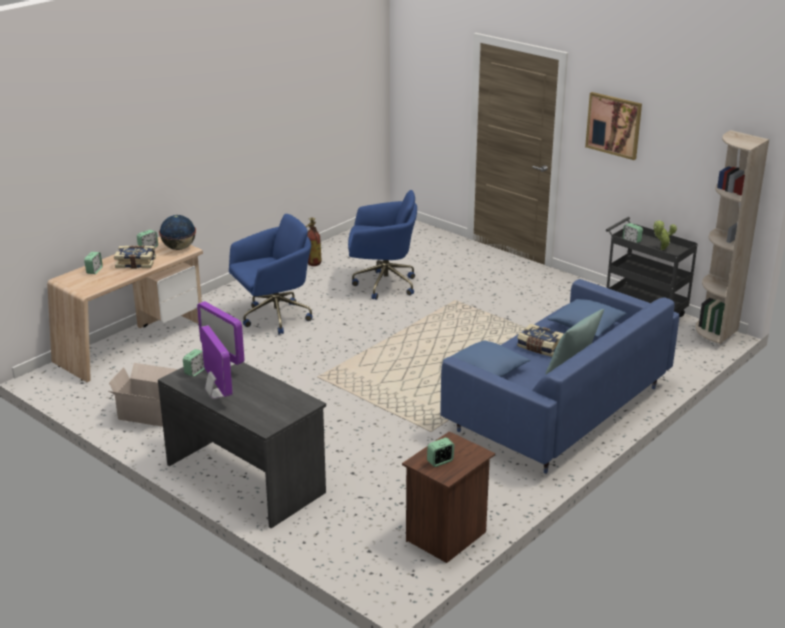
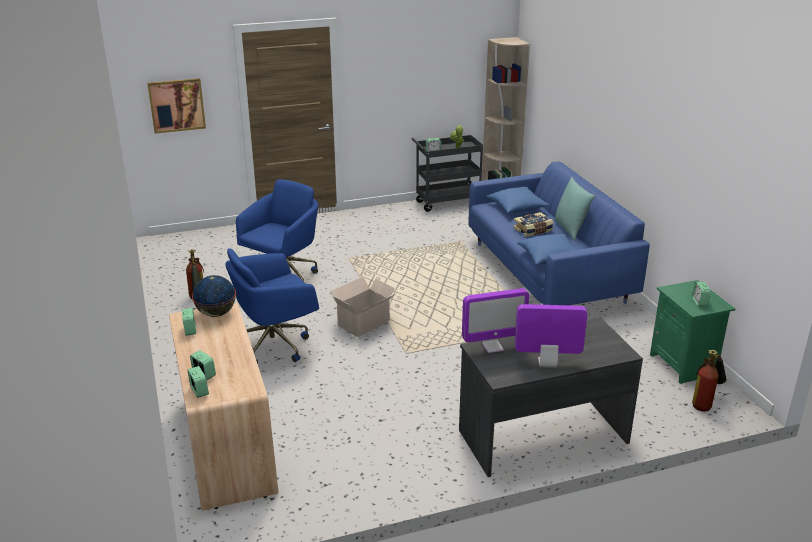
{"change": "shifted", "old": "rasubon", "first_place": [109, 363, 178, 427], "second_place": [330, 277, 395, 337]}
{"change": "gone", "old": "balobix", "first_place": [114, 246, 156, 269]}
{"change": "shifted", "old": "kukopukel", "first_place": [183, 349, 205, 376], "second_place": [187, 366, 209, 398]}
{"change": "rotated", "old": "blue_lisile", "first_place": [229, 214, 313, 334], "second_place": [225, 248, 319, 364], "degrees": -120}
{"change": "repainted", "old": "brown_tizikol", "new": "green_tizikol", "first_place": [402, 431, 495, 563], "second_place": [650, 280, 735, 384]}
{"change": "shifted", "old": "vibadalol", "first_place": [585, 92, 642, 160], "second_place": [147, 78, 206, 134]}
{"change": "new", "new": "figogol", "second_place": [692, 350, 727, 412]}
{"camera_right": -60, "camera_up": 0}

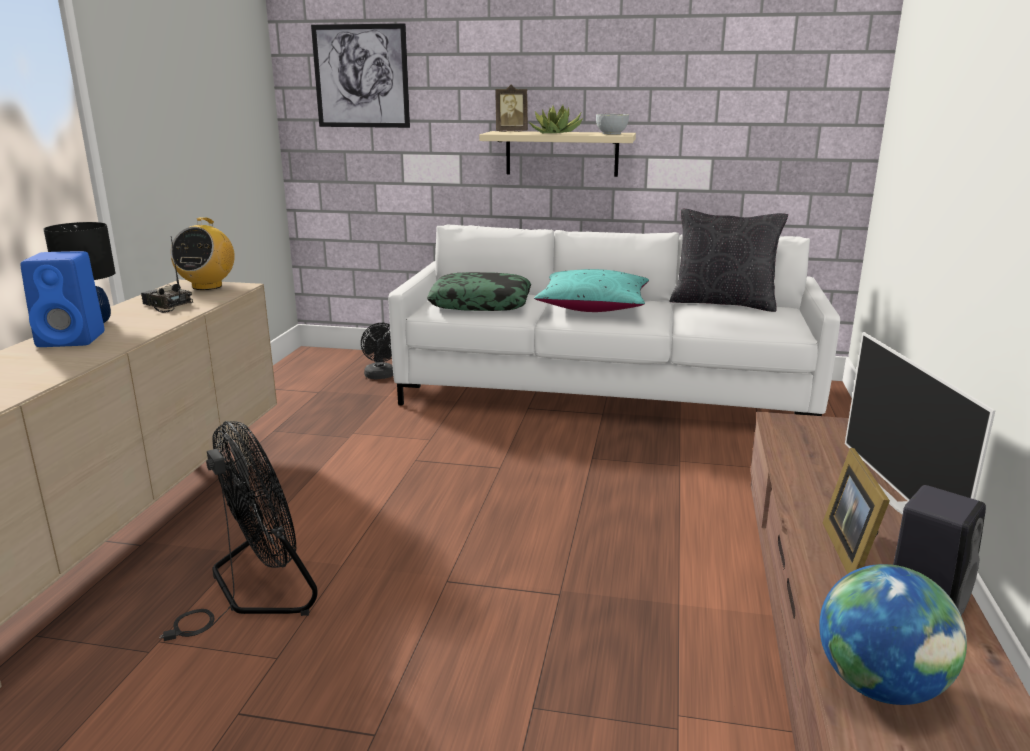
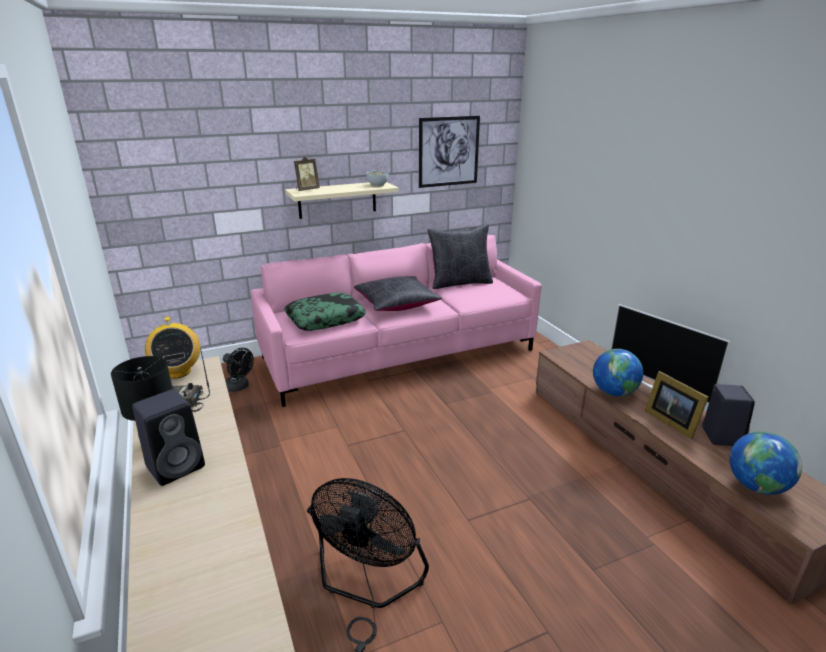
{"change": "repainted", "old": "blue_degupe", "new": "black_degupe", "first_place": [21, 251, 105, 347], "second_place": [132, 389, 205, 486]}
{"change": "shifted", "old": "vibadalol", "first_place": [311, 23, 410, 128], "second_place": [419, 116, 480, 188]}
{"change": "repainted", "old": "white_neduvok", "new": "pink_neduvok", "first_place": [388, 225, 840, 416], "second_place": [251, 235, 542, 407]}
{"change": "gone", "old": "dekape", "first_place": [528, 105, 583, 133]}
{"change": "repainted", "old": "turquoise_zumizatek", "new": "black_zumizatek", "first_place": [534, 269, 649, 312], "second_place": [354, 276, 442, 311]}
{"change": "new", "new": "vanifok", "second_place": [593, 349, 643, 396]}
{"camera_right": -35, "camera_up": 5}

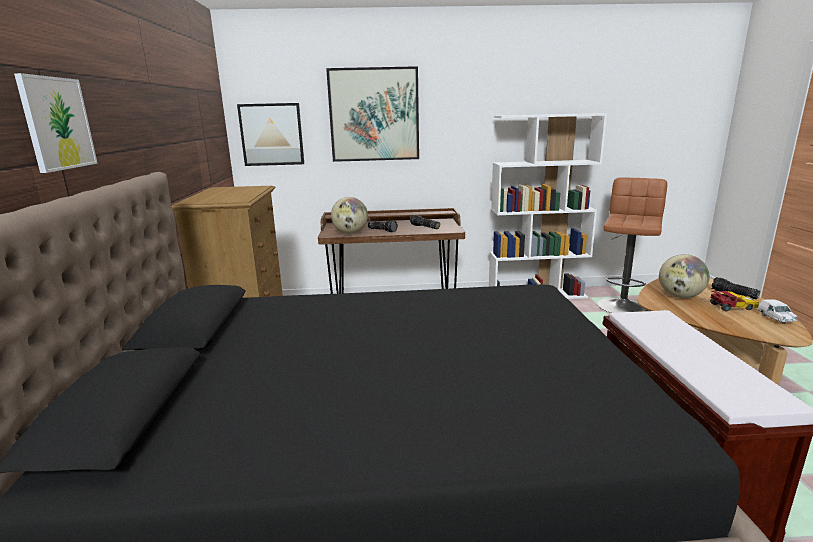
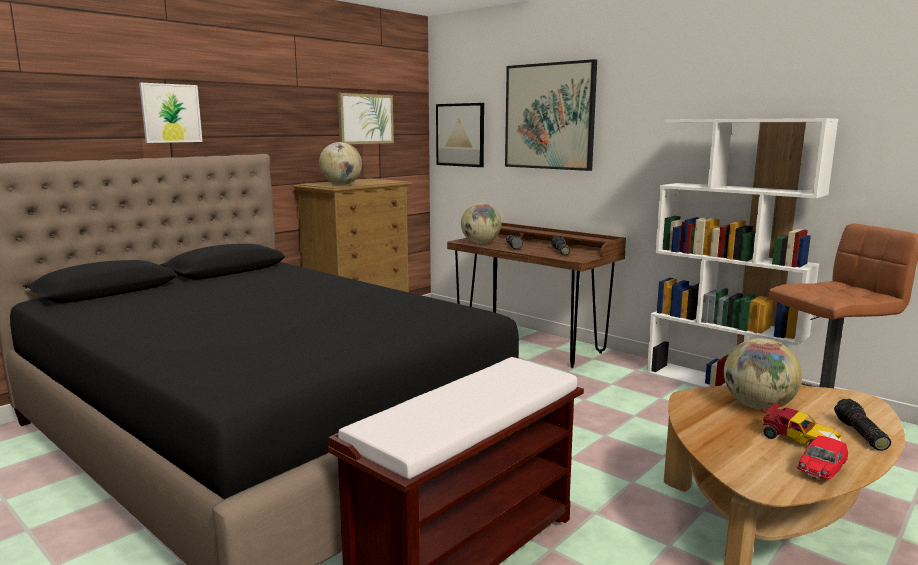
{"change": "repainted", "old": "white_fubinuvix", "new": "red_fubinuvix", "first_place": [758, 299, 797, 324], "second_place": [797, 436, 848, 479]}
{"change": "new", "new": "vanifok", "second_place": [319, 142, 362, 185]}
{"change": "new", "new": "vibadalol", "second_place": [338, 93, 394, 144]}
{"camera_right": 45, "camera_up": -5}

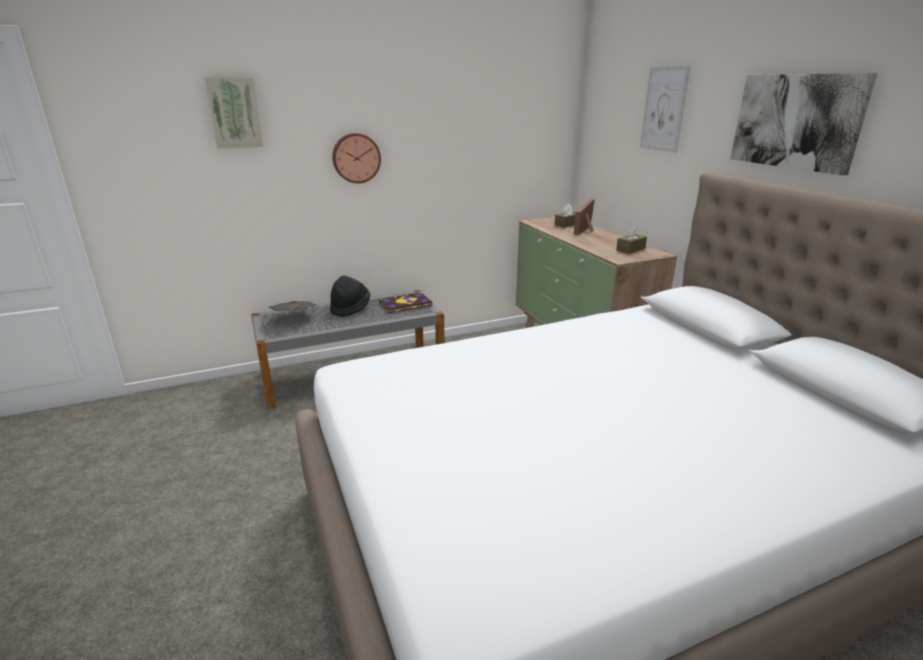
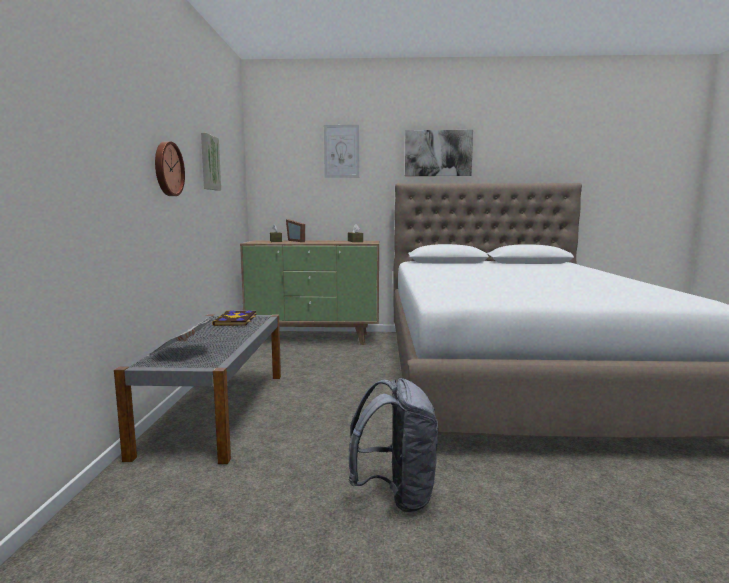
{"change": "shifted", "old": "vibadalol", "first_place": [205, 77, 263, 149], "second_place": [201, 133, 221, 190]}
{"change": "gone", "old": "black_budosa", "first_place": [330, 276, 370, 317]}
{"change": "new", "new": "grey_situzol", "second_place": [349, 378, 438, 513]}
{"camera_right": -65, "camera_up": -15}

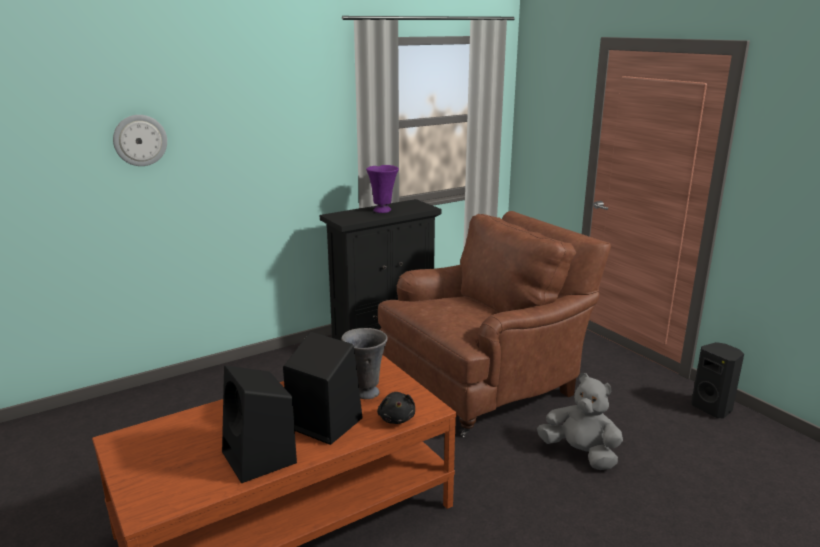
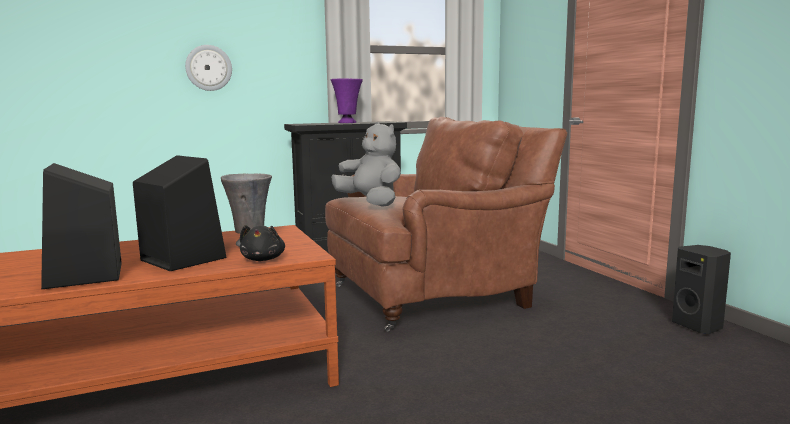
{"change": "shifted", "old": "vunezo", "first_place": [113, 115, 167, 166], "second_place": [185, 45, 232, 91]}
{"change": "shifted", "old": "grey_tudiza", "first_place": [537, 373, 623, 470], "second_place": [331, 122, 401, 207]}
{"camera_right": 10, "camera_up": -10}

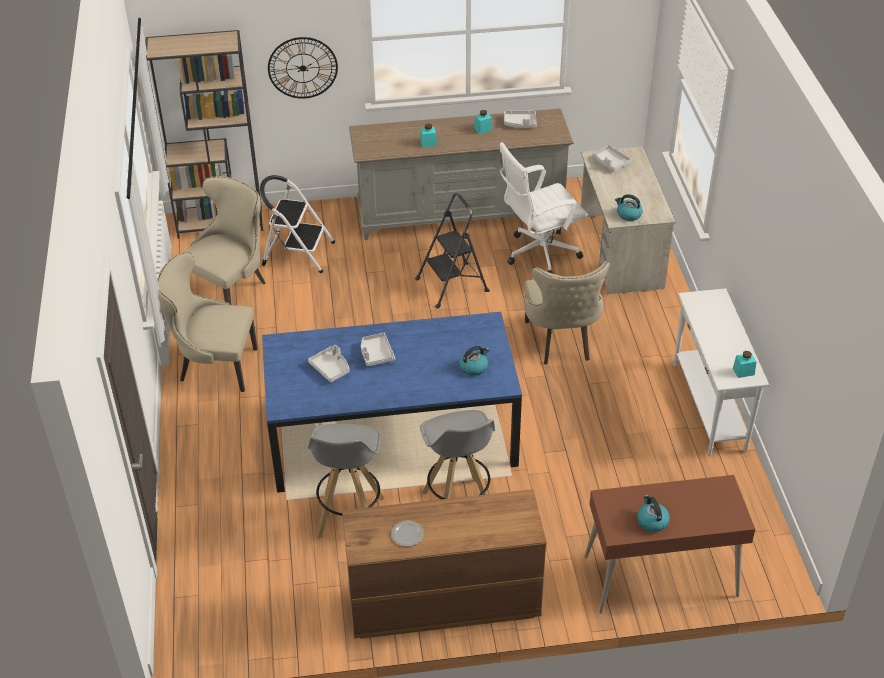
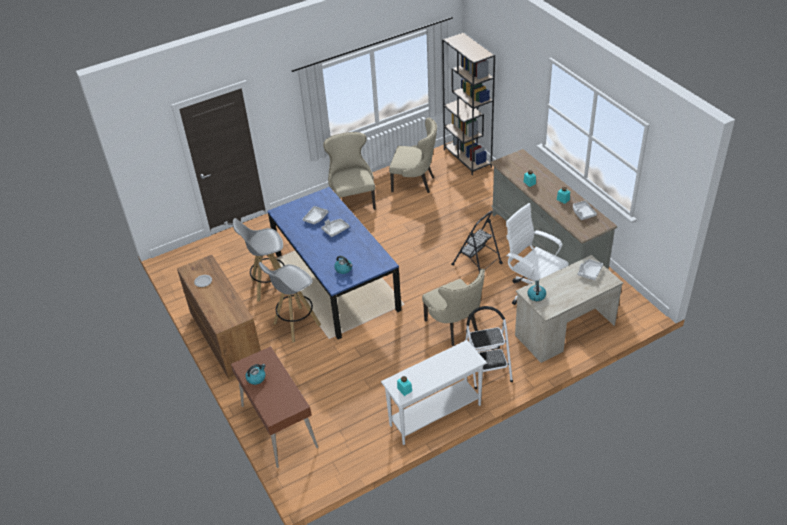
{"change": "shifted", "old": "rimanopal", "first_place": [260, 175, 335, 273], "second_place": [465, 306, 513, 389]}
{"change": "gone", "old": "vunezo", "first_place": [268, 37, 338, 99]}
{"change": "rotated", "old": "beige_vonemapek", "first_place": [524, 261, 610, 365], "second_place": [422, 269, 485, 346], "degrees": -90}
{"camera_right": 70, "camera_up": 0}

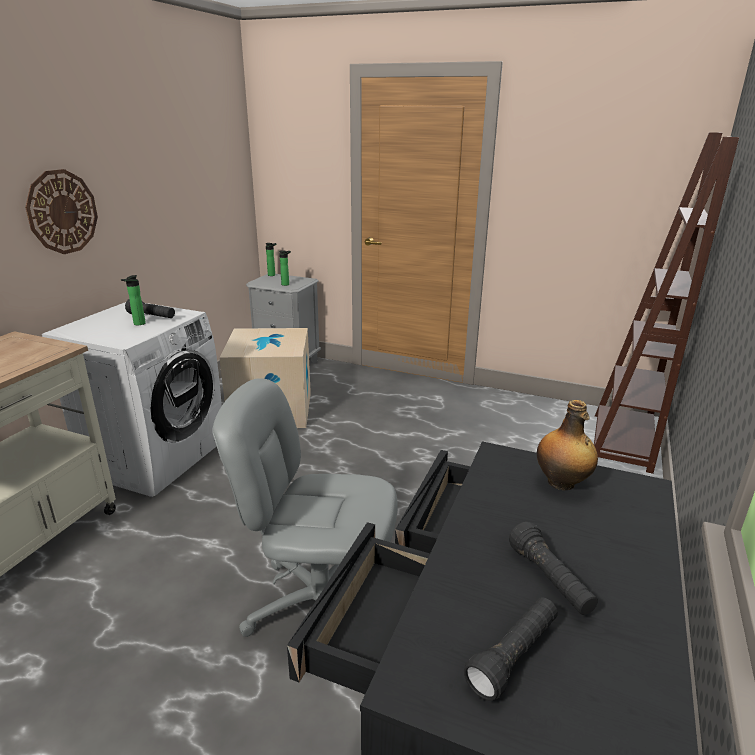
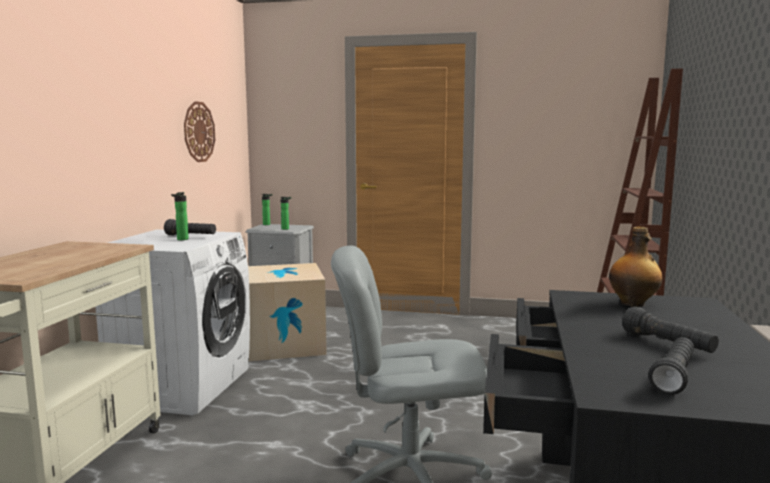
{"change": "shifted", "old": "vunezo", "first_place": [25, 169, 98, 254], "second_place": [184, 101, 215, 162]}
{"camera_right": -10, "camera_up": -15}

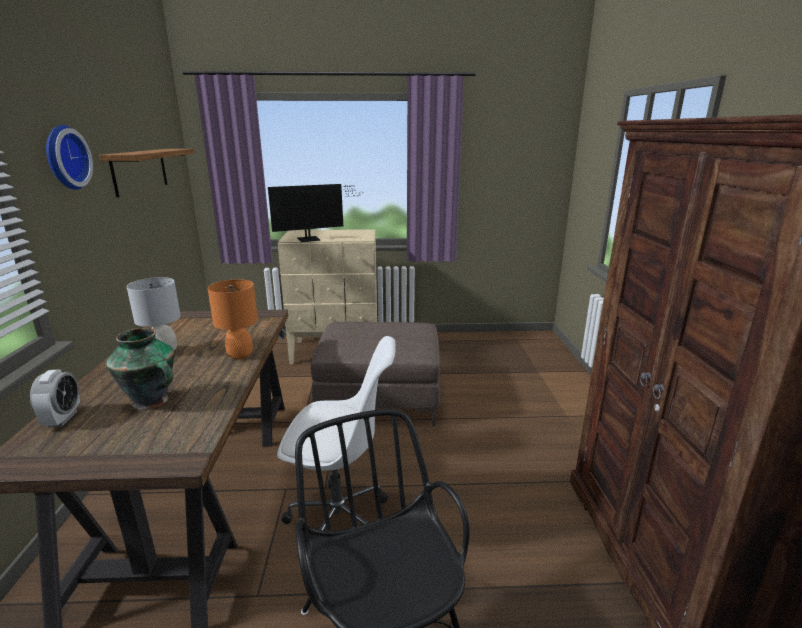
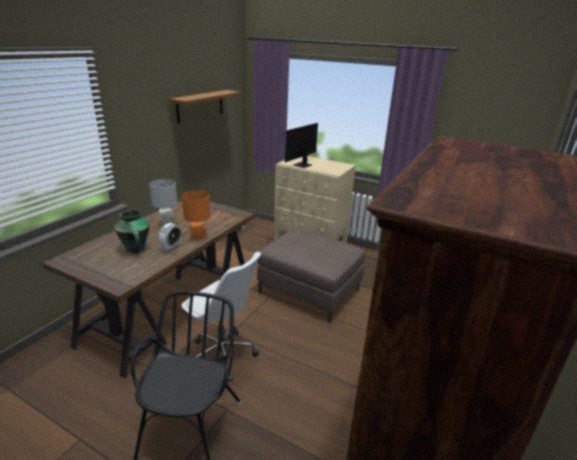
{"change": "shifted", "old": "kukopukel", "first_place": [30, 369, 80, 427], "second_place": [159, 223, 181, 252]}
{"change": "gone", "old": "vunezo", "first_place": [46, 125, 93, 190]}
{"change": "rotated", "old": "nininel", "first_place": [268, 184, 363, 242], "second_place": [277, 123, 318, 168], "degrees": 120}
{"camera_right": 30, "camera_up": 5}

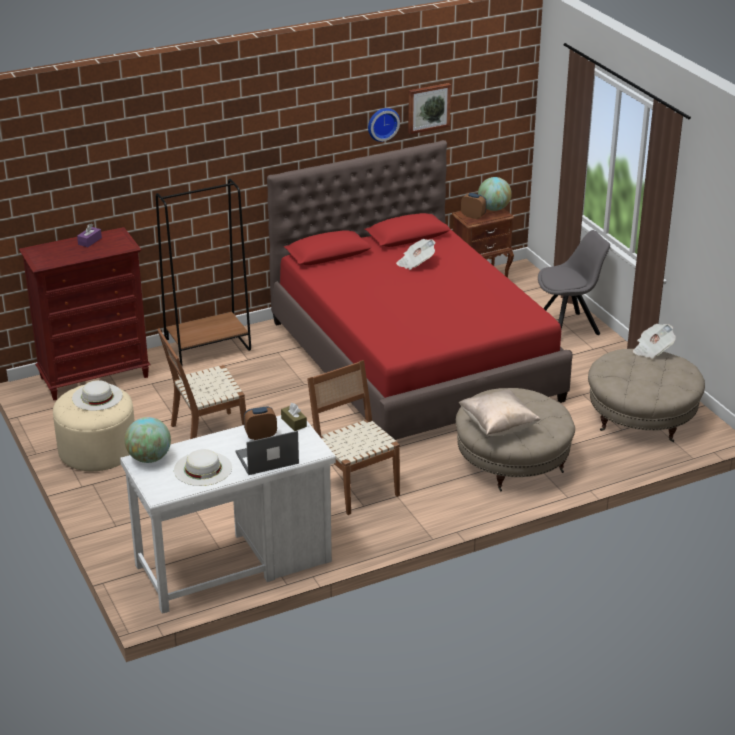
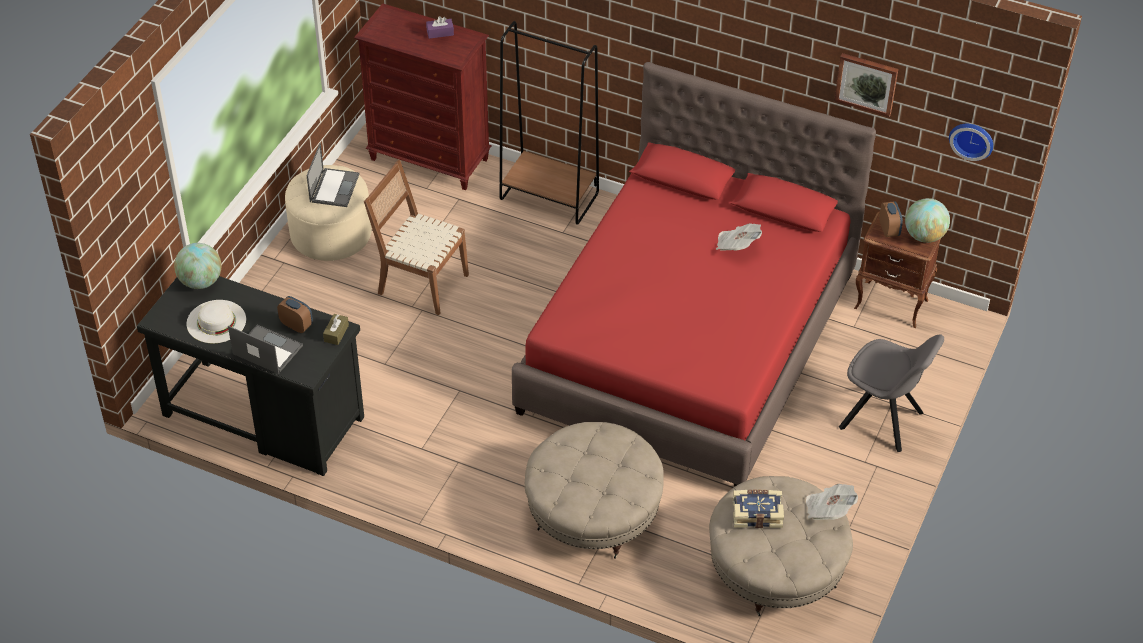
{"change": "swapped", "old": "white_budosa", "new": "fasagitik", "first_place": [72, 380, 123, 411], "second_place": [307, 143, 359, 207]}
{"change": "repainted", "old": "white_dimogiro", "new": "black_dimogiro", "first_place": [120, 415, 336, 614], "second_place": [137, 276, 364, 476]}
{"change": "gone", "old": "vonemapek", "first_place": [307, 360, 400, 515]}
{"change": "shifted", "old": "vunezo", "first_place": [368, 108, 400, 142], "second_place": [949, 124, 993, 161]}
{"change": "gone", "old": "beige_zumizatek", "first_place": [459, 389, 541, 436]}
{"change": "new", "new": "balobix", "second_place": [733, 489, 784, 528]}
{"camera_right": 50, "camera_up": 15}

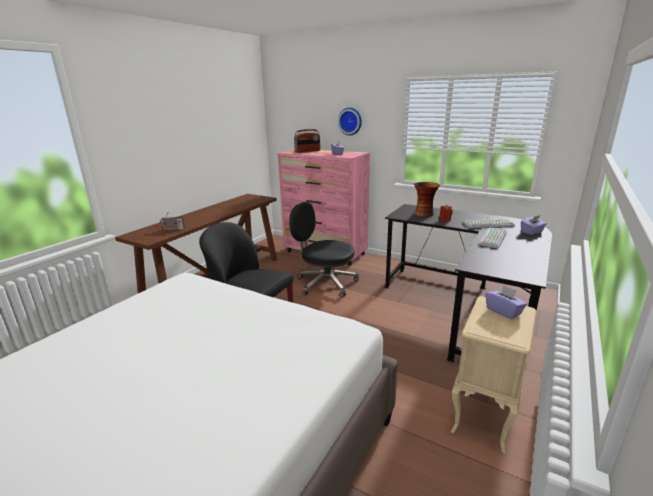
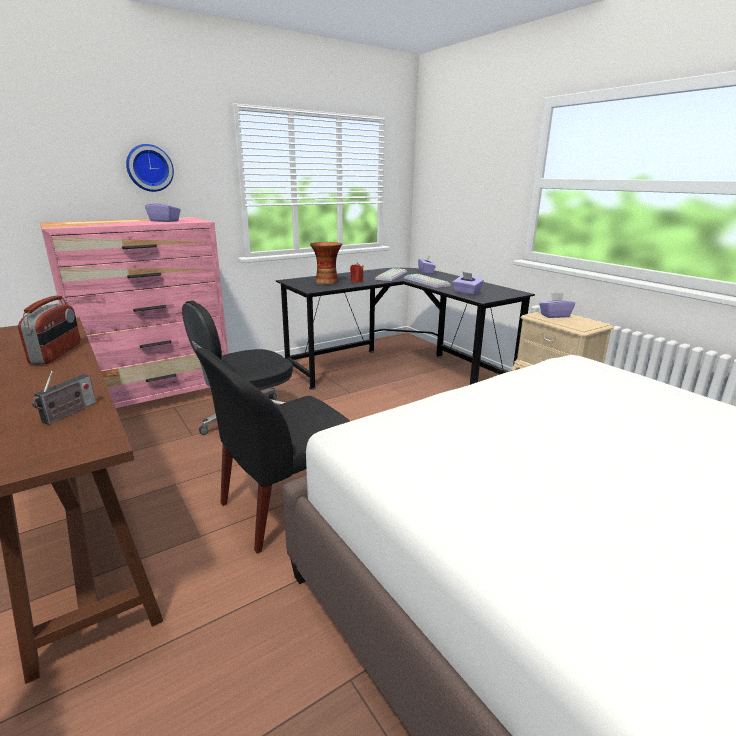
{"change": "shifted", "old": "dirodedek", "first_place": [294, 129, 320, 153], "second_place": [18, 296, 81, 364]}
{"change": "new", "new": "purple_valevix", "second_place": [453, 272, 484, 295]}
{"camera_right": -65, "camera_up": 0}

